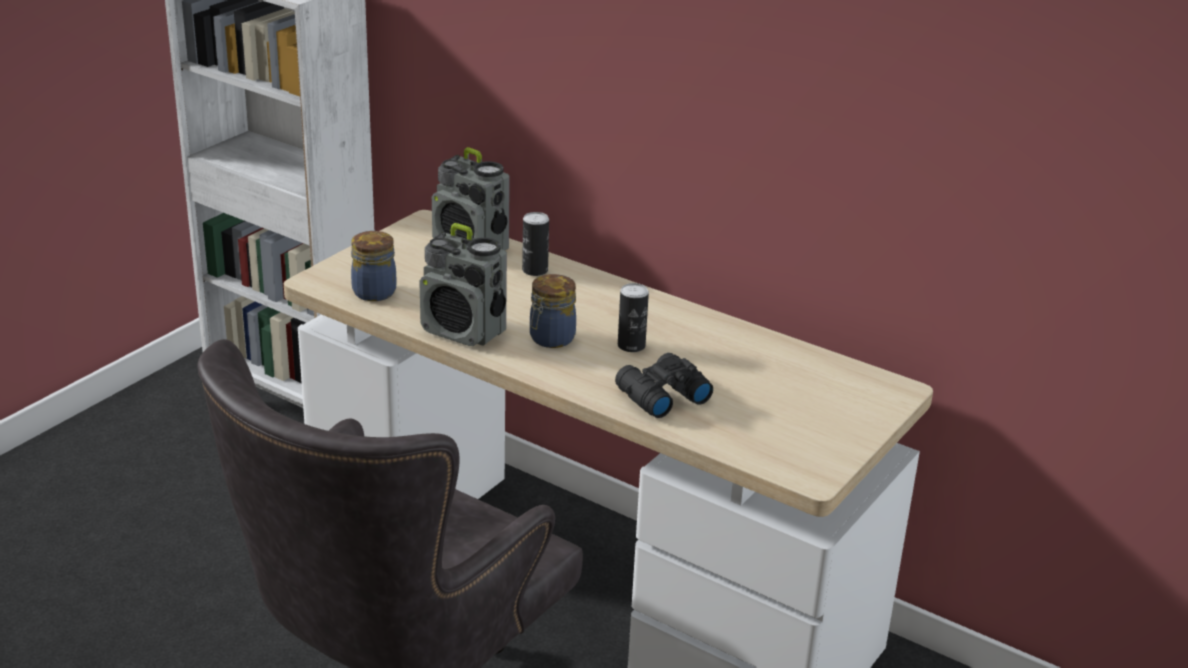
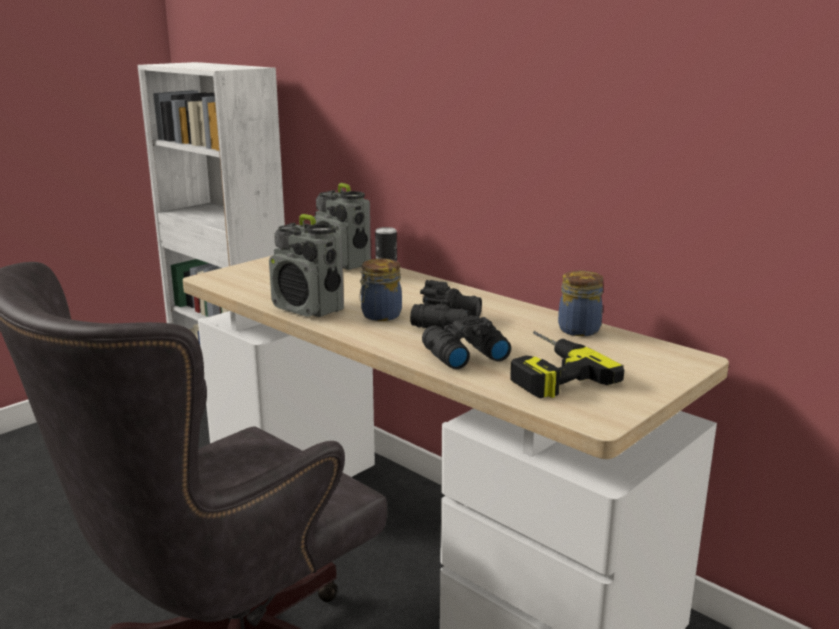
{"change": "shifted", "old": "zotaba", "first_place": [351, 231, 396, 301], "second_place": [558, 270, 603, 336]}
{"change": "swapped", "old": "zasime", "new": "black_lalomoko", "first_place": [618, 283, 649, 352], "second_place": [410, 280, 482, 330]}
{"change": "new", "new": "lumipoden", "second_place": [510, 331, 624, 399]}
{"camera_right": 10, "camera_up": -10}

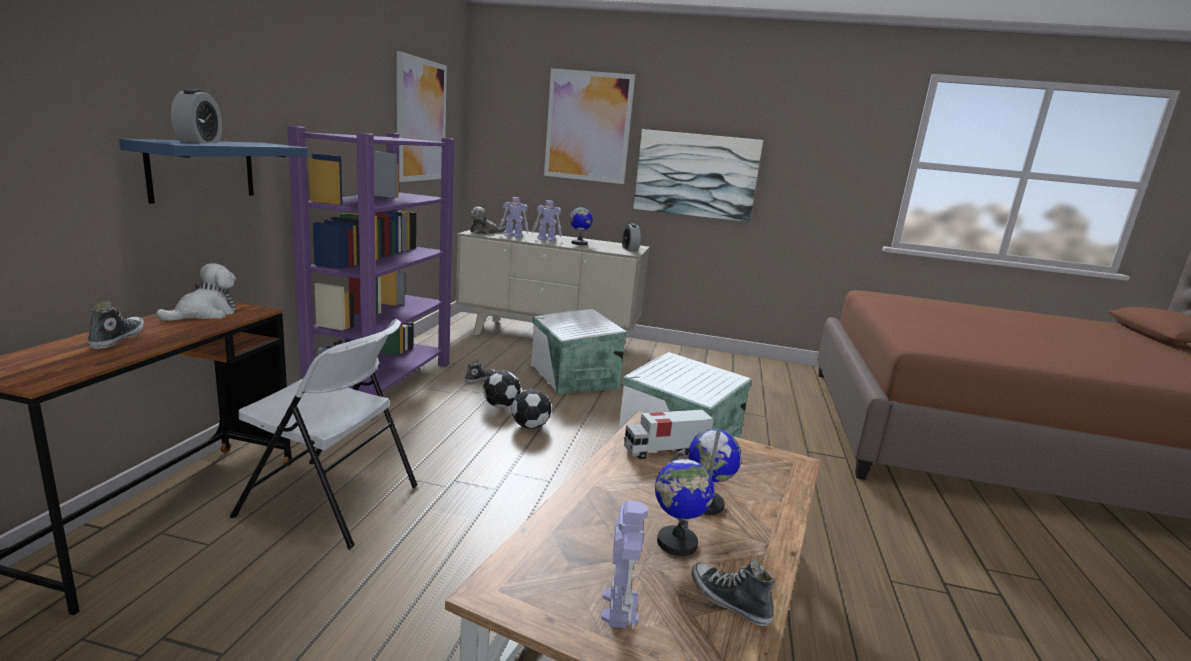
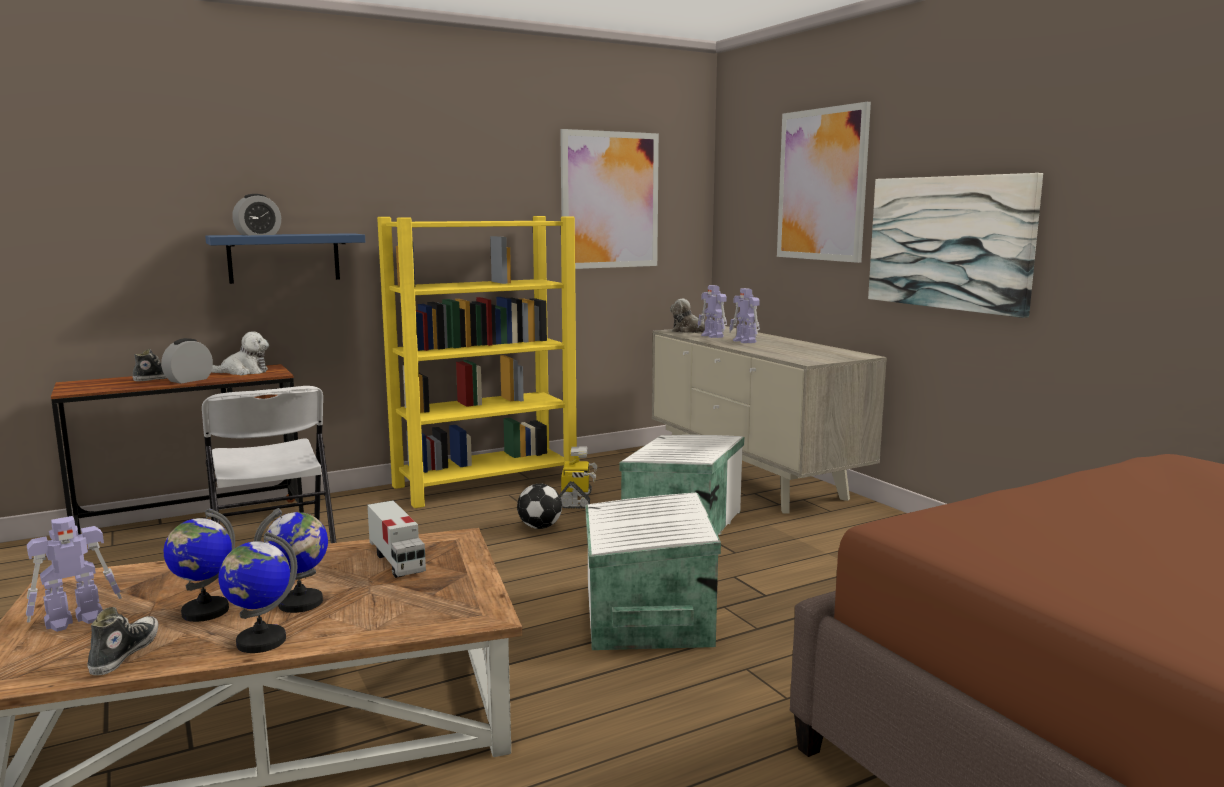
{"change": "repainted", "old": "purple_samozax", "new": "yellow_samozax", "first_place": [287, 126, 454, 420], "second_place": [377, 216, 577, 508]}
{"change": "swapped", "old": "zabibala", "new": "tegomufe", "first_place": [465, 359, 497, 383], "second_place": [559, 446, 597, 509]}
{"change": "gone", "old": "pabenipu", "first_place": [512, 389, 551, 429]}
{"change": "shifted", "old": "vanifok", "first_place": [570, 204, 593, 245], "second_place": [218, 532, 297, 653]}
{"change": "shifted", "old": "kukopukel", "first_place": [622, 223, 641, 251], "second_place": [161, 338, 213, 384]}
{"change": "rotated", "old": "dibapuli", "first_place": [624, 410, 713, 459], "second_place": [367, 500, 426, 578], "degrees": -150}
{"camera_right": 50, "camera_up": -5}

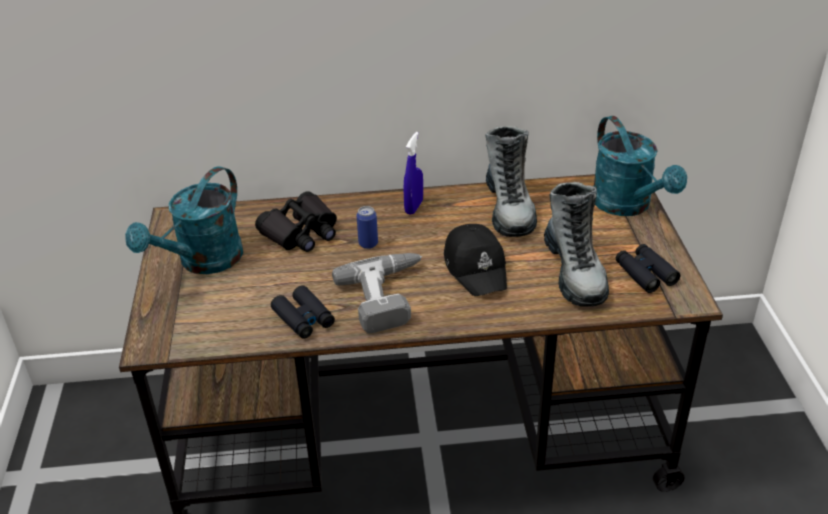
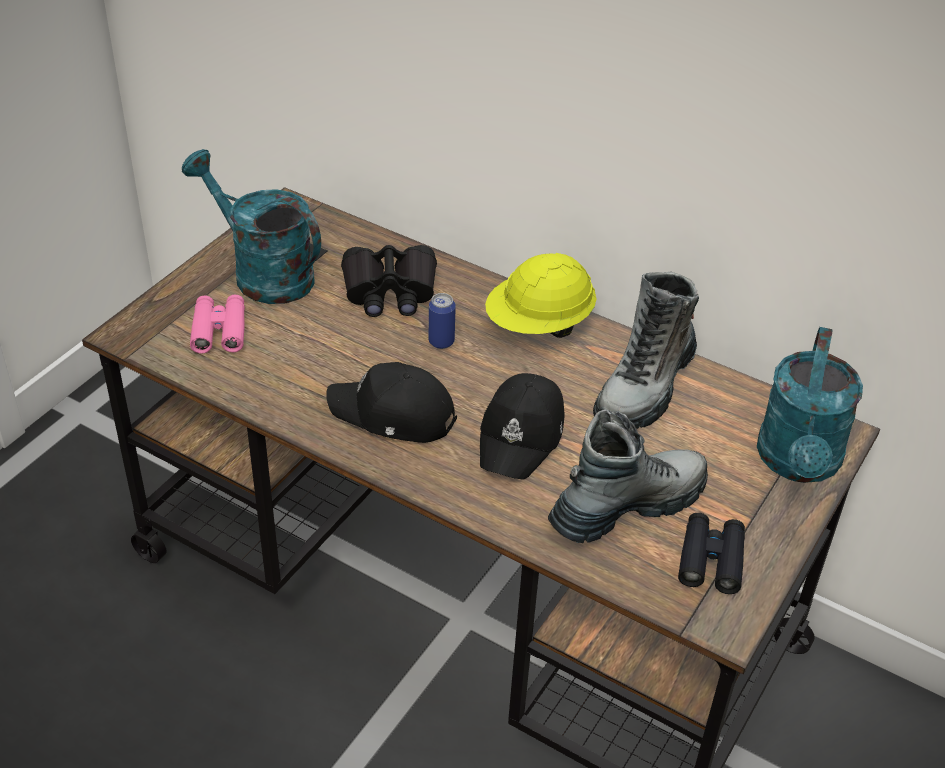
{"change": "rotated", "old": "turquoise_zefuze", "first_place": [125, 166, 243, 274], "second_place": [182, 149, 321, 304], "degrees": 60}
{"change": "gone", "old": "black_lalomoko", "first_place": [271, 285, 335, 338]}
{"change": "swapped", "old": "lumipoden", "new": "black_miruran", "first_place": [332, 253, 422, 334], "second_place": [327, 362, 457, 443]}
{"change": "swapped", "old": "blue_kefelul", "new": "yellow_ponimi", "first_place": [403, 132, 423, 215], "second_place": [485, 253, 596, 338]}
{"change": "rotated", "old": "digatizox", "first_place": [544, 182, 609, 307], "second_place": [548, 409, 708, 543], "degrees": -150}
{"change": "new", "new": "pink_lalomoko", "second_place": [190, 295, 245, 353]}
{"camera_right": 35, "camera_up": 5}

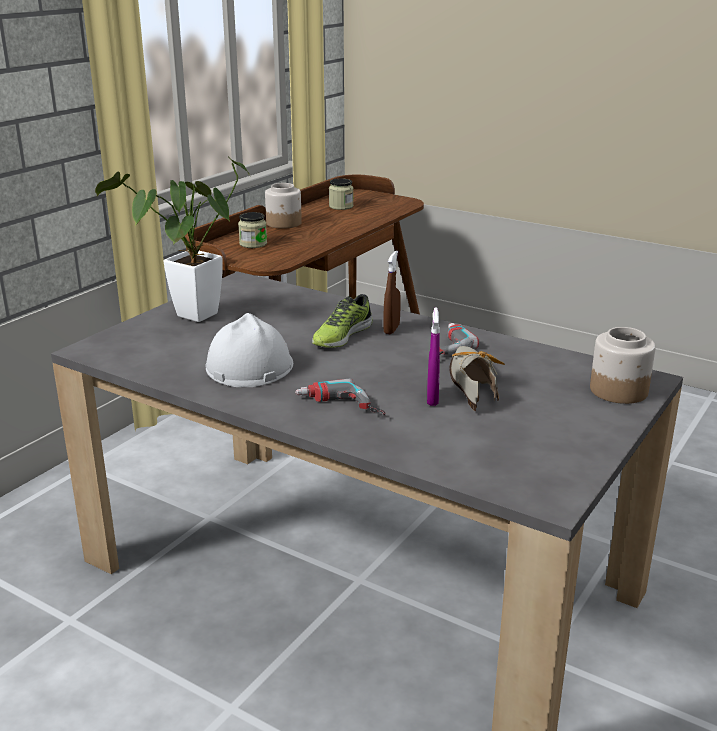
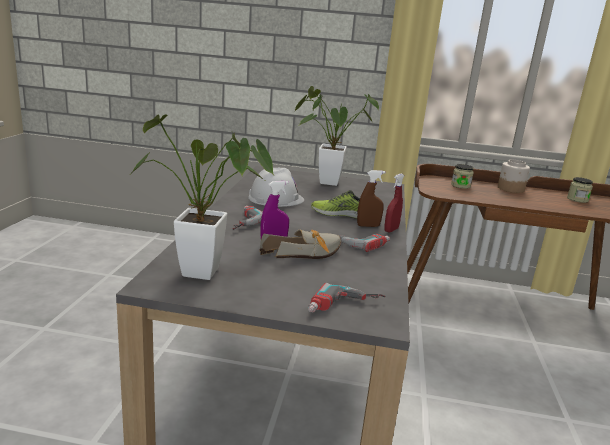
{"change": "swapped", "old": "zotaba", "new": "lumipoden", "first_place": [590, 327, 656, 404], "second_place": [308, 283, 386, 312]}
{"change": "new", "new": "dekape", "second_place": [130, 115, 274, 280]}
{"change": "new", "new": "red_kefelul", "second_place": [384, 174, 404, 232]}
{"camera_right": 65, "camera_up": -5}

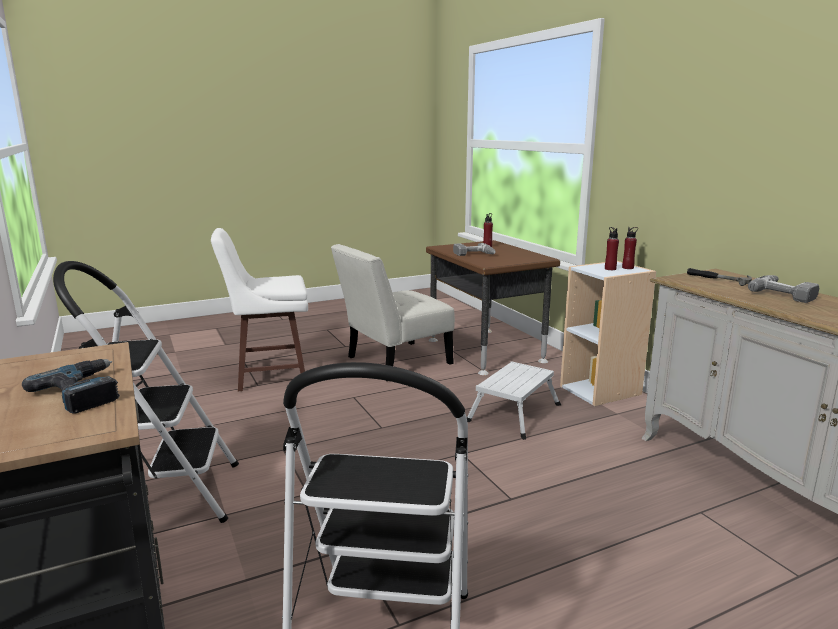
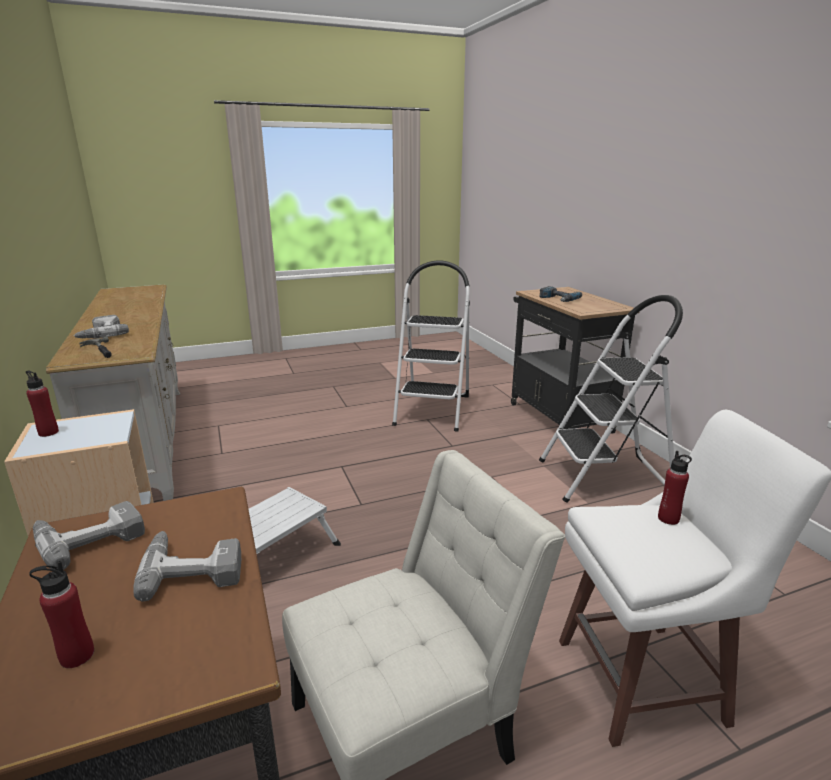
{"change": "shifted", "old": "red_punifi", "first_place": [605, 227, 619, 270], "second_place": [658, 451, 692, 525]}
{"change": "new", "new": "lumipoden", "second_place": [33, 501, 145, 570]}
{"camera_right": -175, "camera_up": 5}

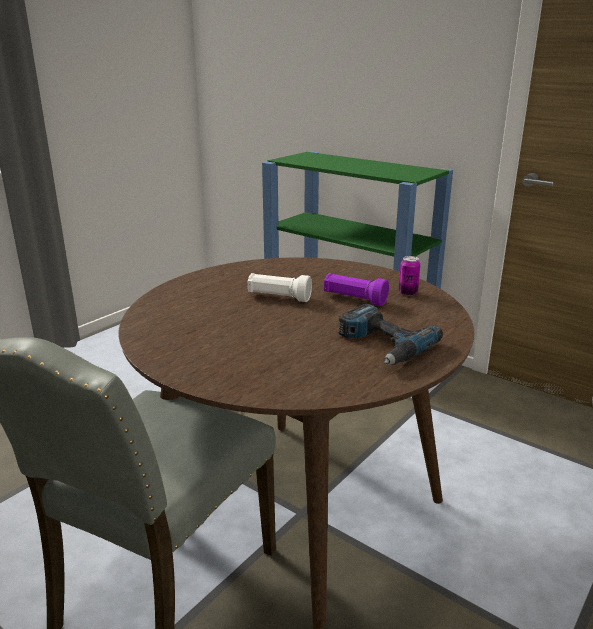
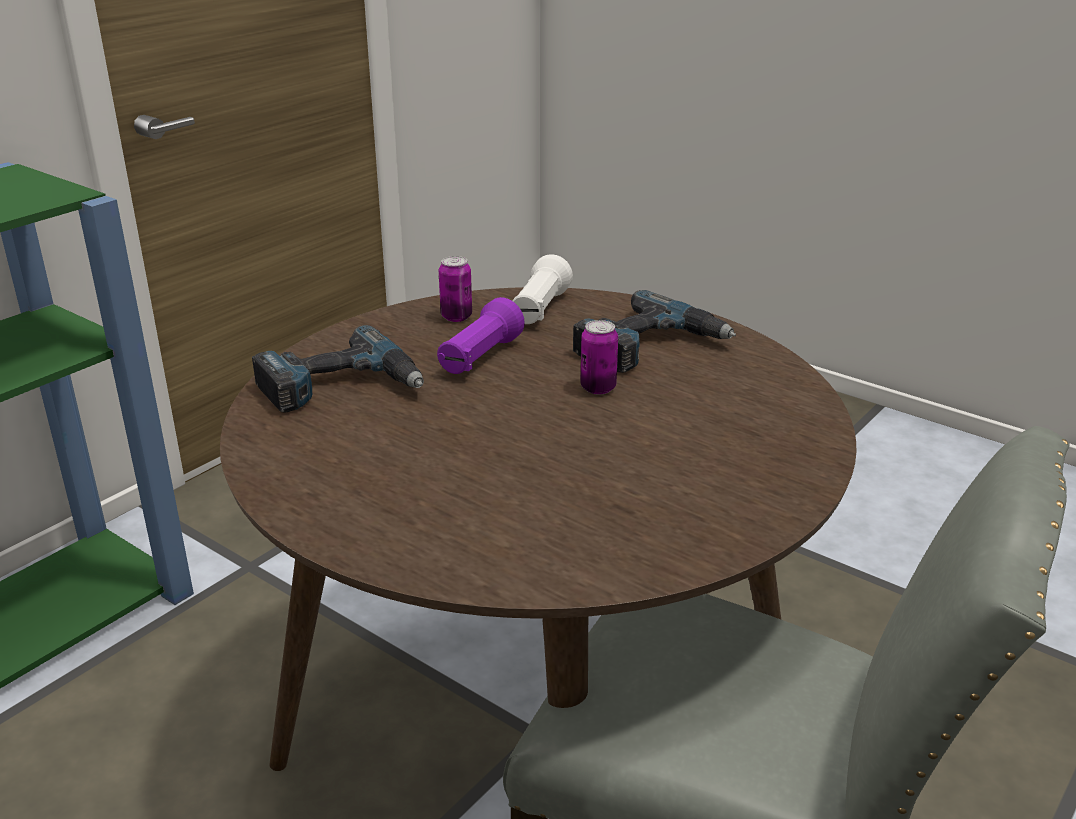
{"change": "shifted", "old": "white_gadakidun", "first_place": [247, 273, 312, 302], "second_place": [512, 254, 573, 324]}
{"change": "new", "new": "lumipoden", "second_place": [252, 325, 424, 412]}
{"change": "new", "new": "zasime", "second_place": [580, 320, 618, 395]}
{"camera_right": -90, "camera_up": 5}

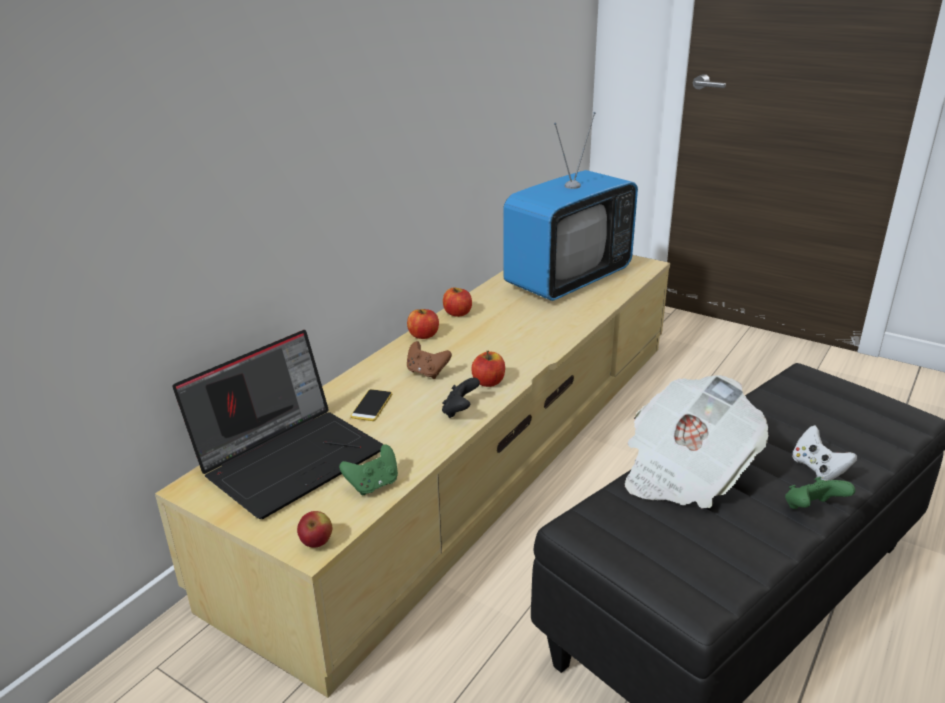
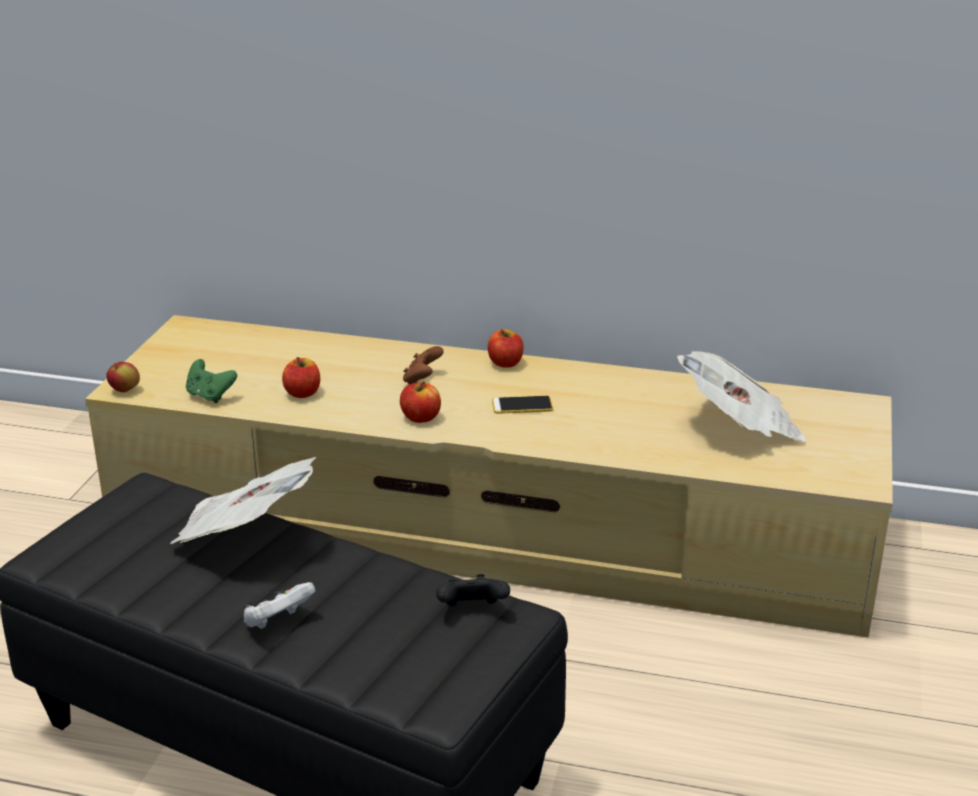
{"change": "gone", "old": "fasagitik", "first_place": [173, 330, 383, 519]}
{"change": "shifted", "old": "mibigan", "first_place": [350, 389, 392, 421], "second_place": [492, 396, 553, 414]}
{"change": "shifted", "old": "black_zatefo", "first_place": [442, 378, 480, 418], "second_place": [436, 574, 510, 606]}
{"change": "shifted", "old": "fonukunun", "first_place": [443, 287, 472, 317], "second_place": [282, 357, 320, 398]}
{"change": "swapped", "old": "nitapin", "new": "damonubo", "first_place": [503, 112, 638, 301], "second_place": [677, 351, 807, 441]}
{"change": "gone", "old": "green_zatefo", "first_place": [785, 477, 855, 509]}
{"camera_right": 70, "camera_up": 0}

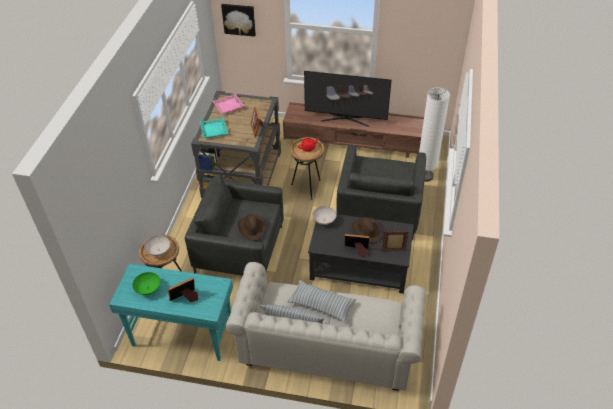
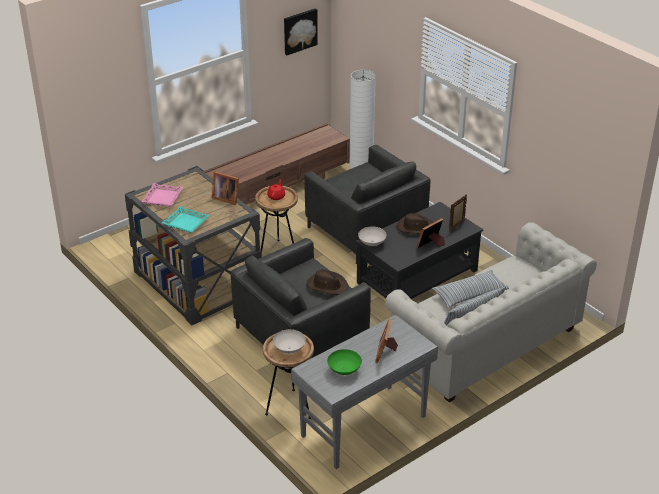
{"change": "repainted", "old": "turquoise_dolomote", "new": "grey_dolomote", "first_place": [109, 264, 233, 361], "second_place": [291, 315, 438, 469]}
{"change": "shifted", "old": "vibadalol", "first_place": [221, 4, 256, 37], "second_place": [284, 8, 318, 55]}
{"change": "gone", "old": "nitapin", "first_place": [304, 71, 391, 127]}
{"camera_right": -50, "camera_up": -10}

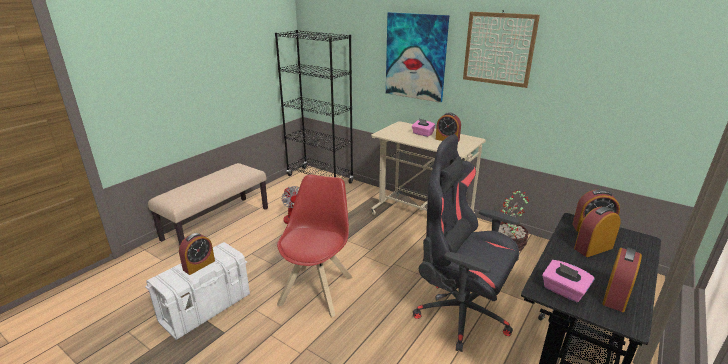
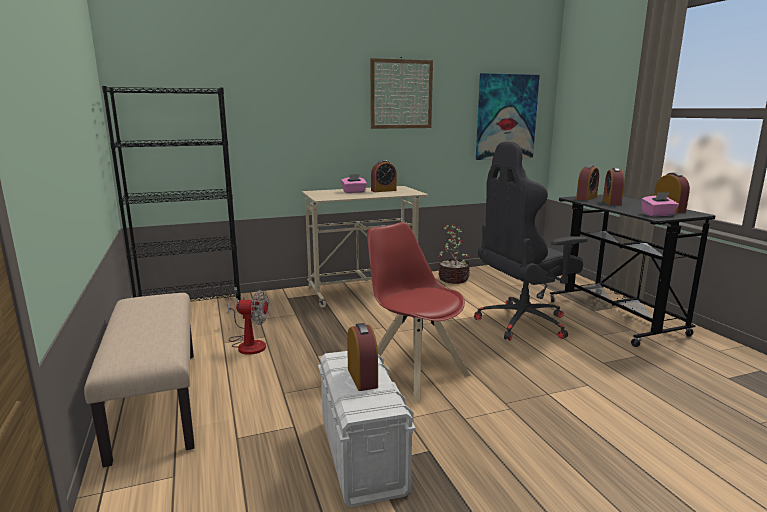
{"change": "shifted", "old": "vibadalol", "first_place": [386, 12, 449, 103], "second_place": [476, 73, 540, 160]}
{"camera_right": -55, "camera_up": -10}

